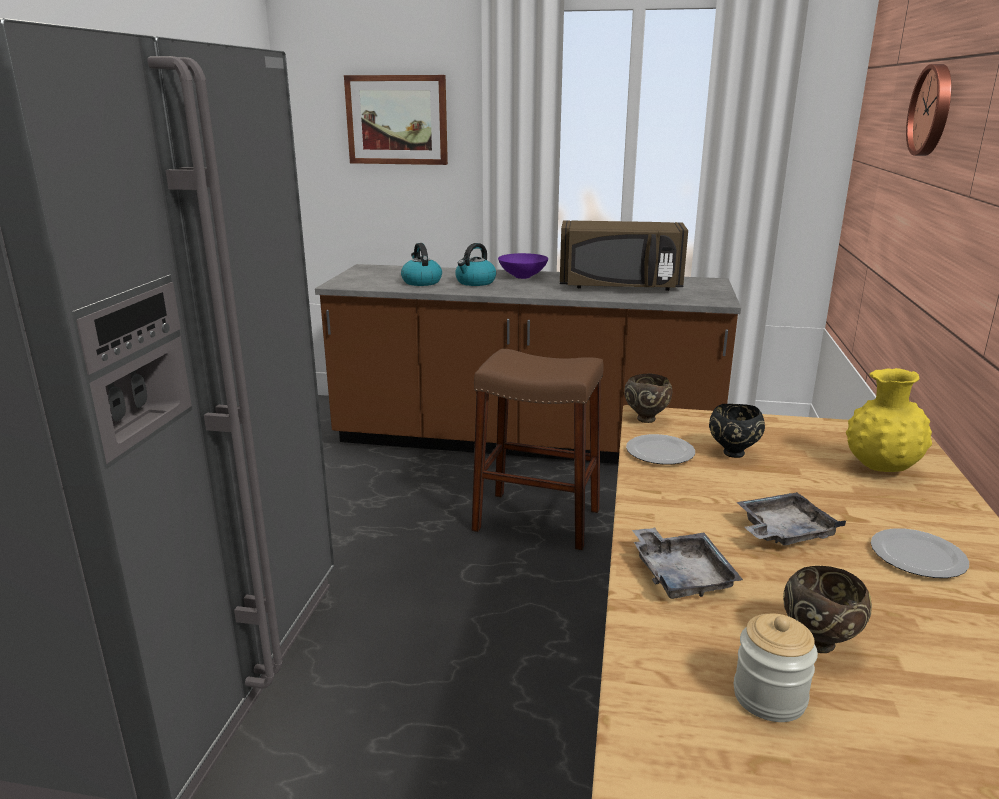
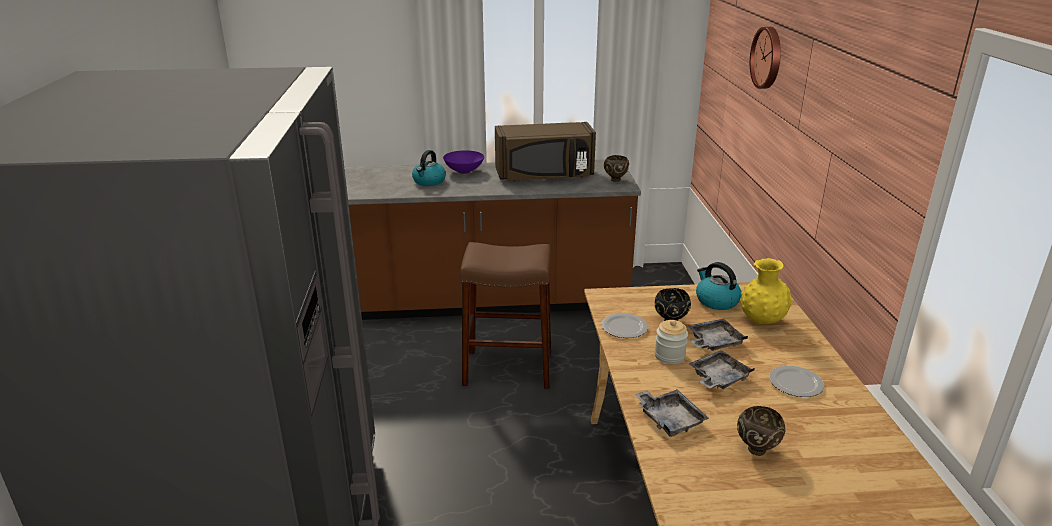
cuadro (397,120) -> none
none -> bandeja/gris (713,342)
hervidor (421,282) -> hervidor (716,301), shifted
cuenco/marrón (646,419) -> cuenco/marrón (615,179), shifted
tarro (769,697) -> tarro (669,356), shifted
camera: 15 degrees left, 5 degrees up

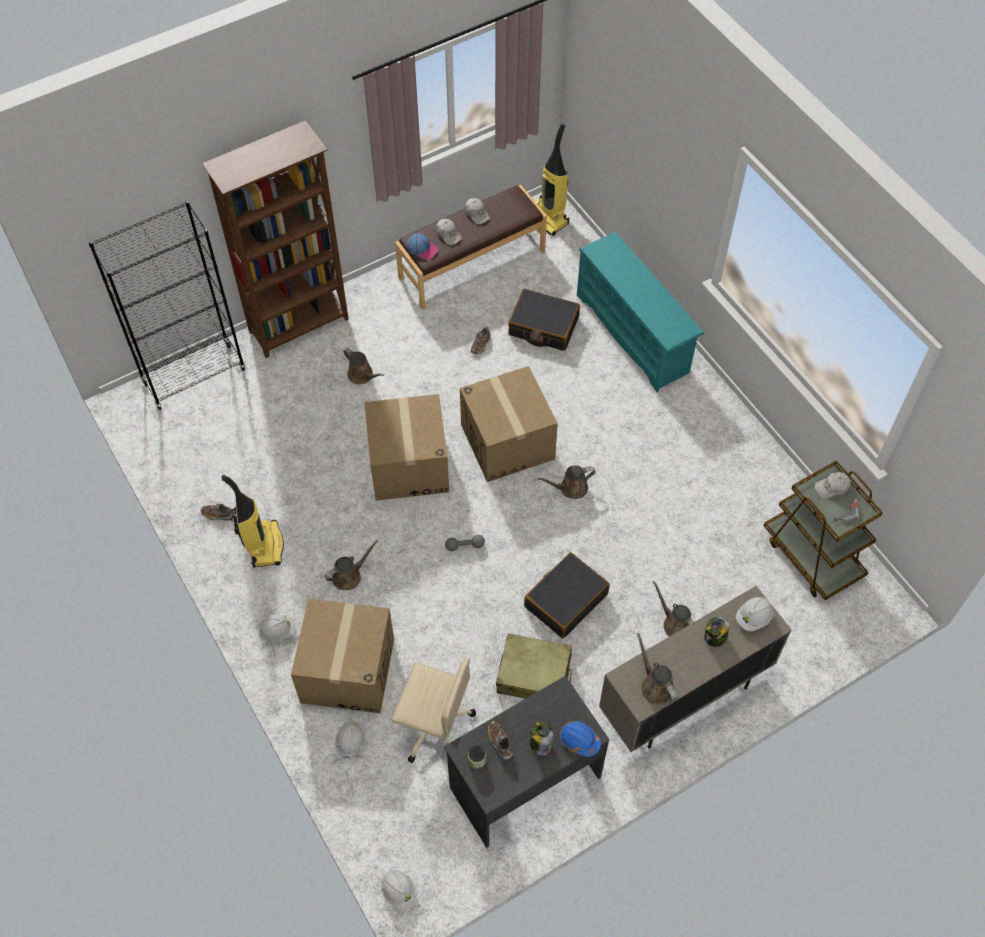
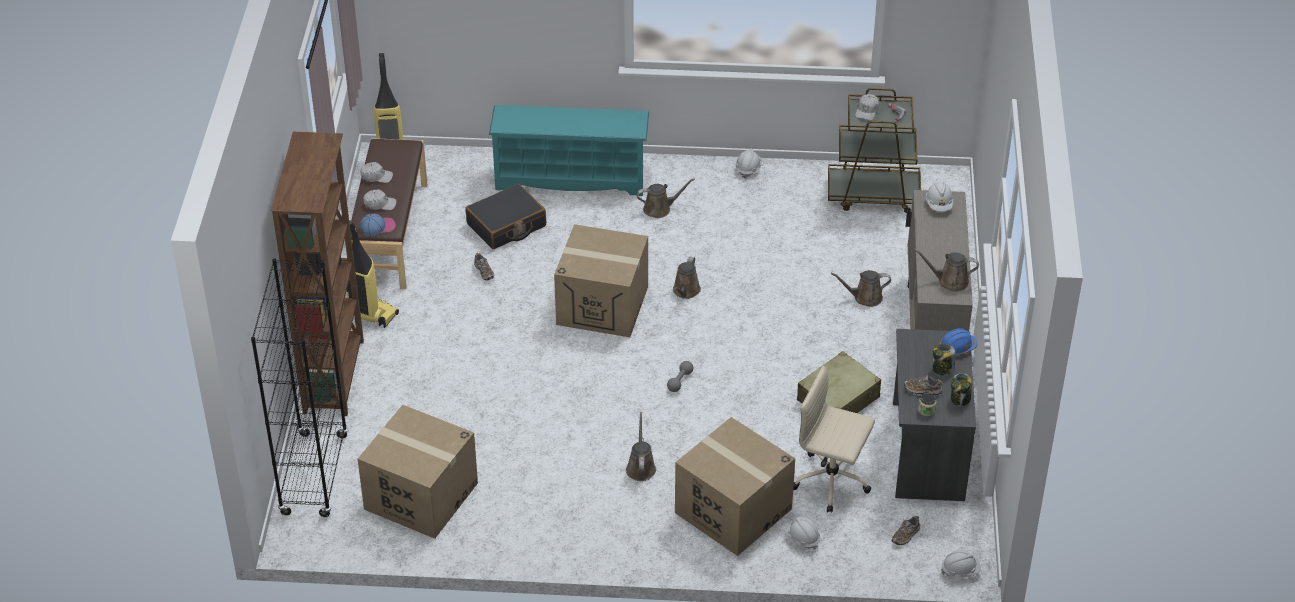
maleta/negro (565,600) -> none
zapato (218,514) -> zapato (905,535), shifted
aspiradora (264,545) -> aspiradora (369,314), shifted
casco/blanco (278,631) -> casco/blanco (748,169), shifted
regadera/marrón (362,375) -> regadera/marrón (660,209), shifted
caja de cartón (408,465) -> caja de cartón (420,496), shifted
tarro (715,638) -> tarro (960,399), shifted
silla de oficina/beis (434,726) -> silla de oficina/beis (832,481), 120 degrees counterclockwise
camera: 55 degrees left, 15 degrees down

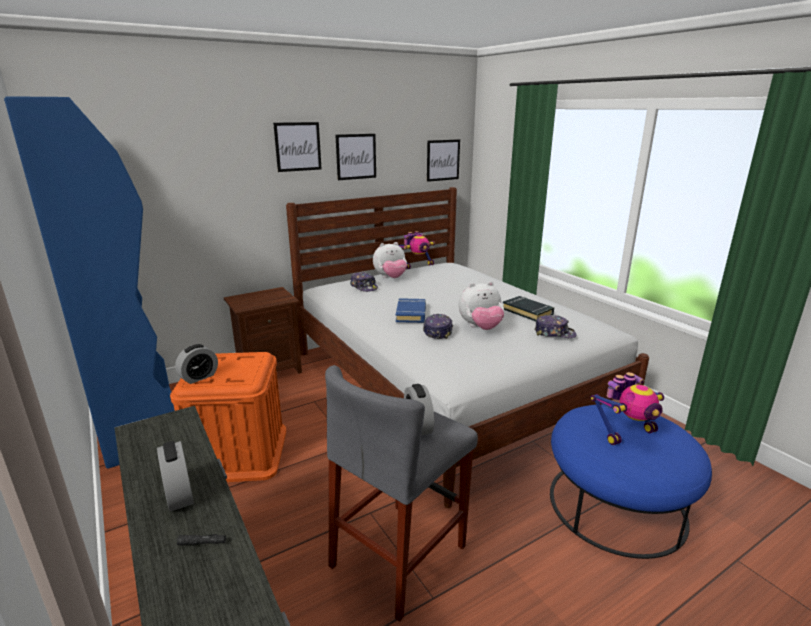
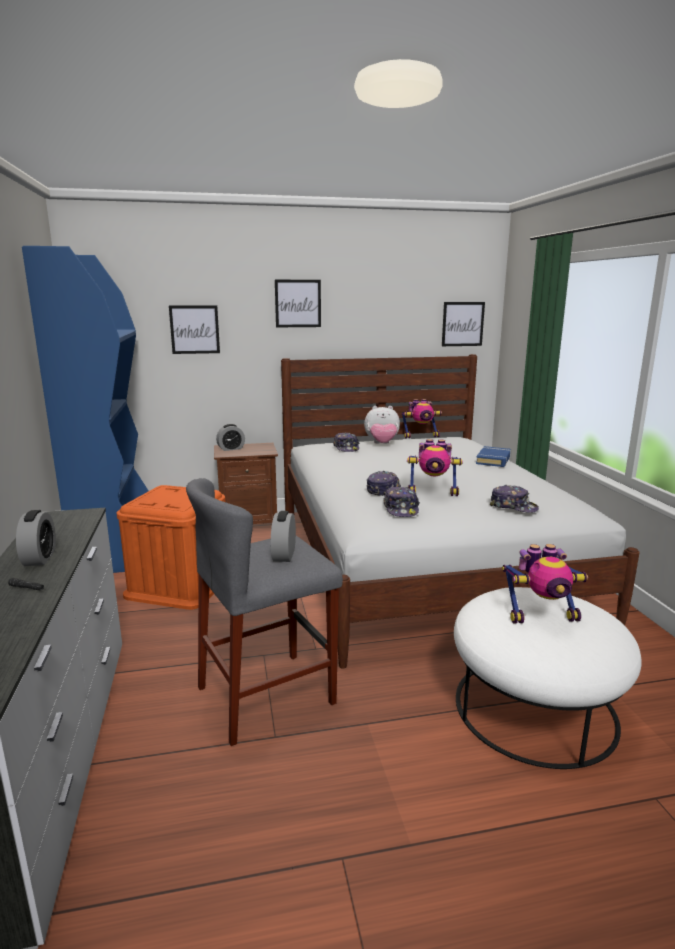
libro/negro (527,312) -> none
none -> gorra (401,509)
despertador (199,377) -> despertador (231,449), shifted
cuadro (356,156) -> cuadro (194,329), shifted
libro/azul (411,314) -> libro/azul (493,460), shifted
peluche (480,328) -> robot de juguete (433,492)
puf/azul (616,504) -> puf/blanco (534,708)
camera: 20 degrees right, 5 degrees down

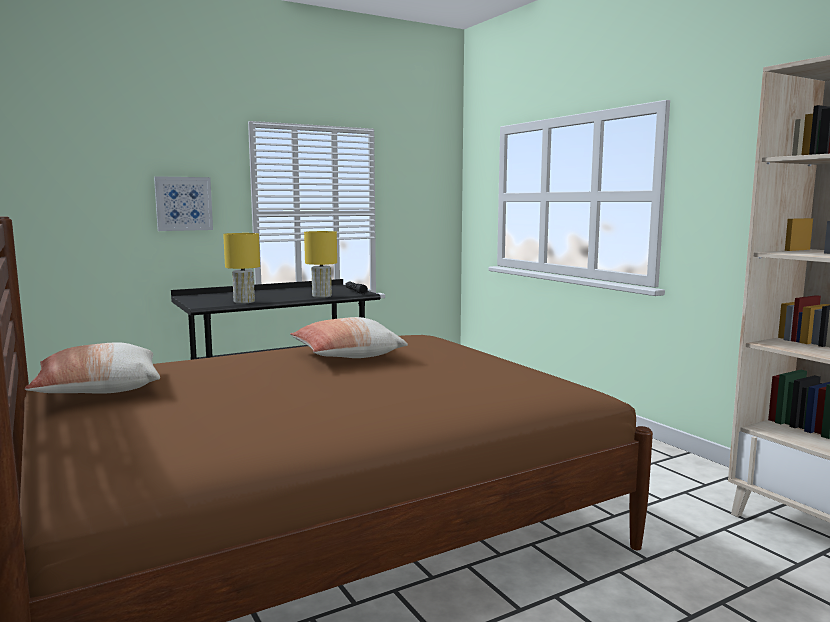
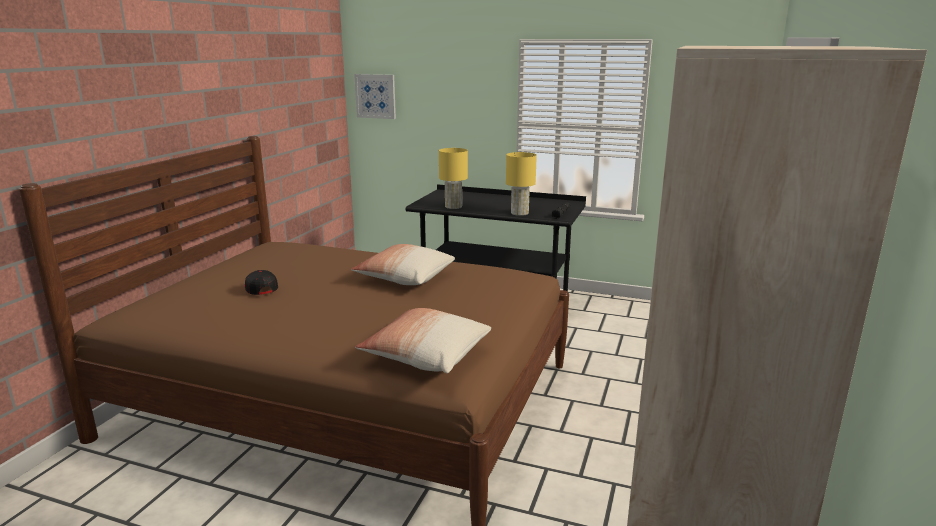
none -> gorra/negro (260,288)
cojín (98,390) -> cojín (426,356), shifted
cuadro (183,203) -> cuadro (375,96), shifted
camera: 50 degrees right, 10 degrees up

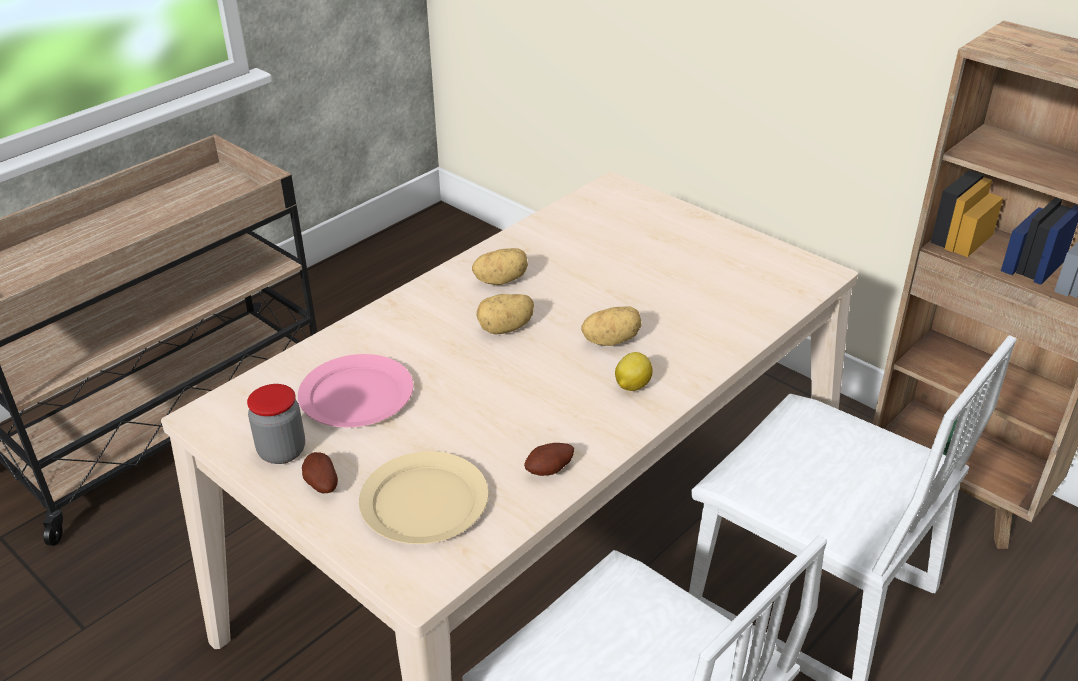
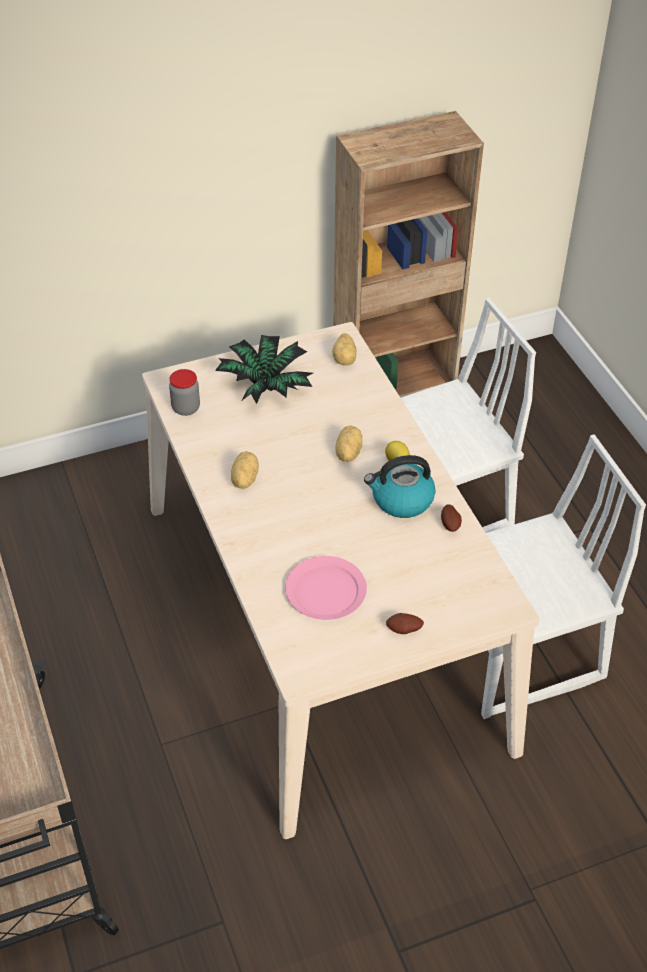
plato/beis (425,502) -> none
none -> planta en maceta (265,386)
none -> hervidor (401,500)
tarro (282,451) -> tarro (186,408), shifted
patata (506,329) -> patata (345,359), shifted
camera: 65 degrees left, 10 degrees up

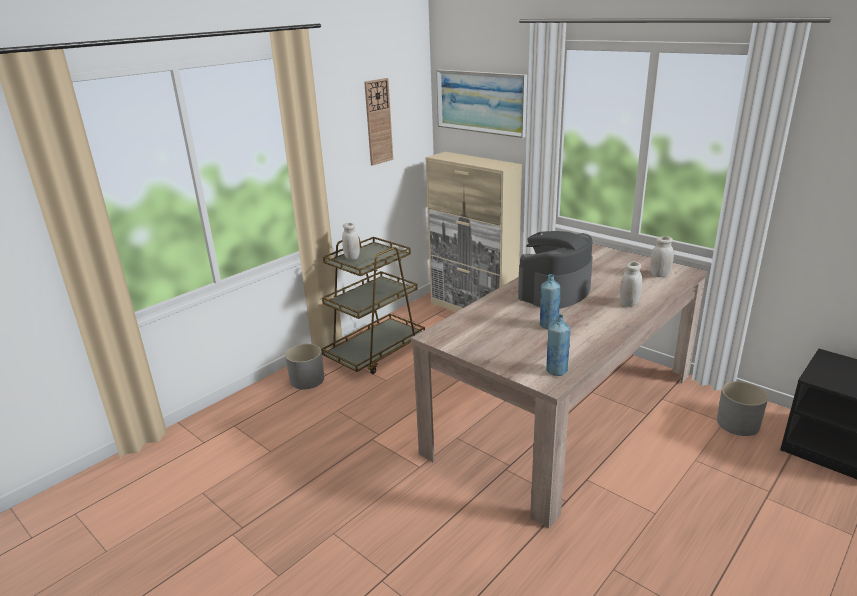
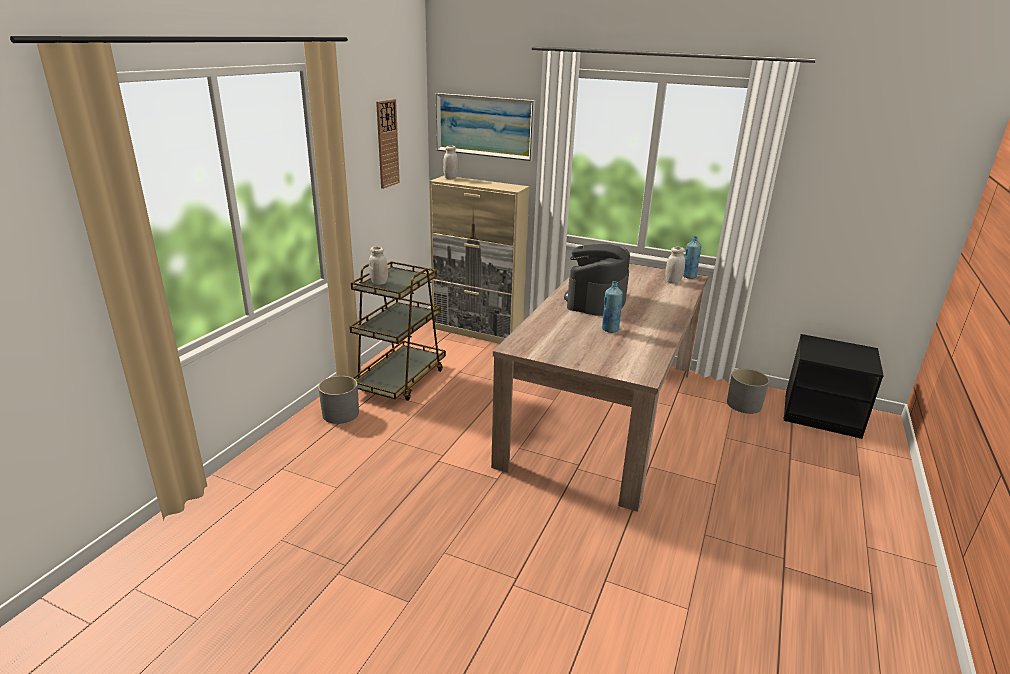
botella/azul (556,371) -> botella/azul (689,276), shifted
tarro/blanco (629,303) -> tarro/blanco (451,178), shifted
camera: 20 degrees left, 0 degrees up

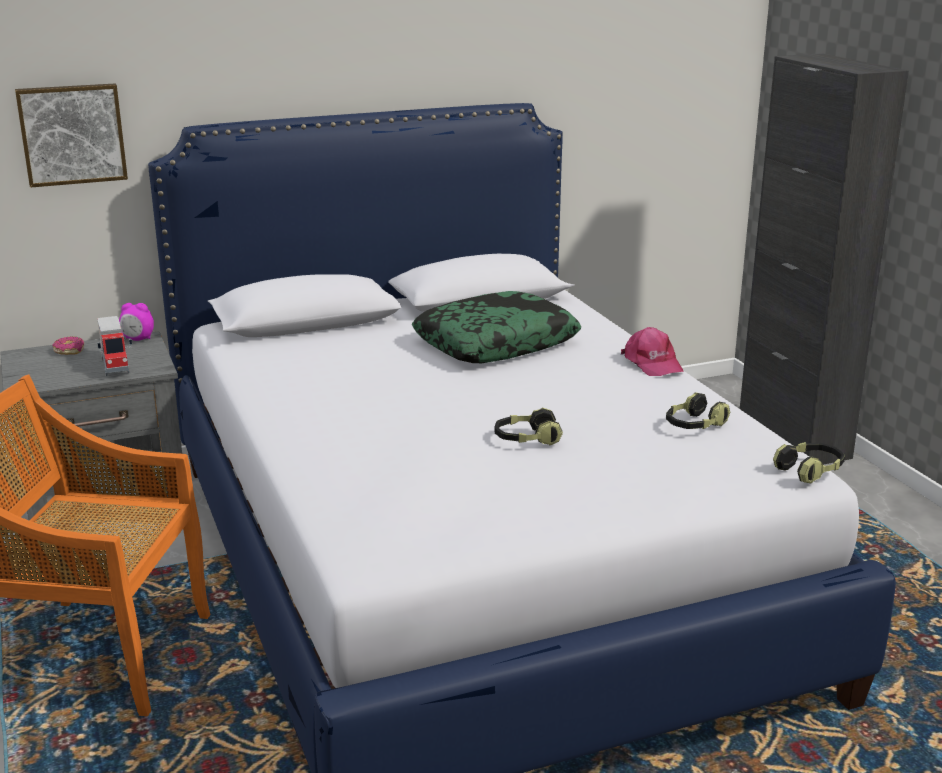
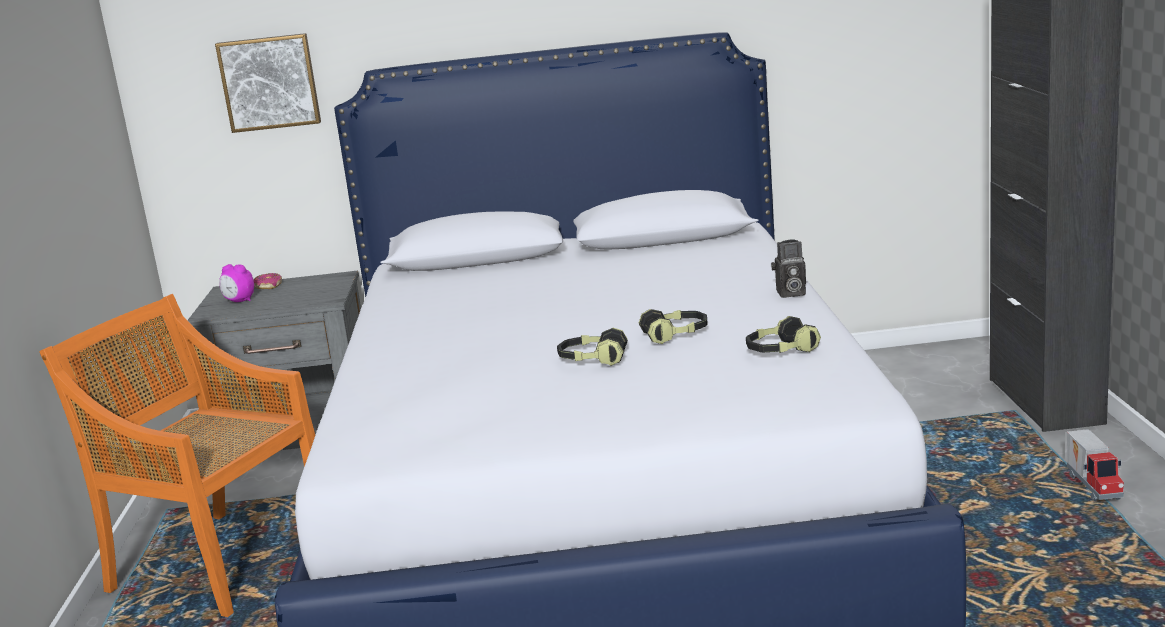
cojín (496,343) -> none
camión de juguete (117,365) -> camión de juguete (1095,487), shifted
despertador (138,339) -> despertador (239,301), shifted
auriculares (810,471) -> auriculares (676,335), shifted
gorra/rosa (652,363) -> cámara (789,293)
camera: 20 degrees right, 5 degrees down

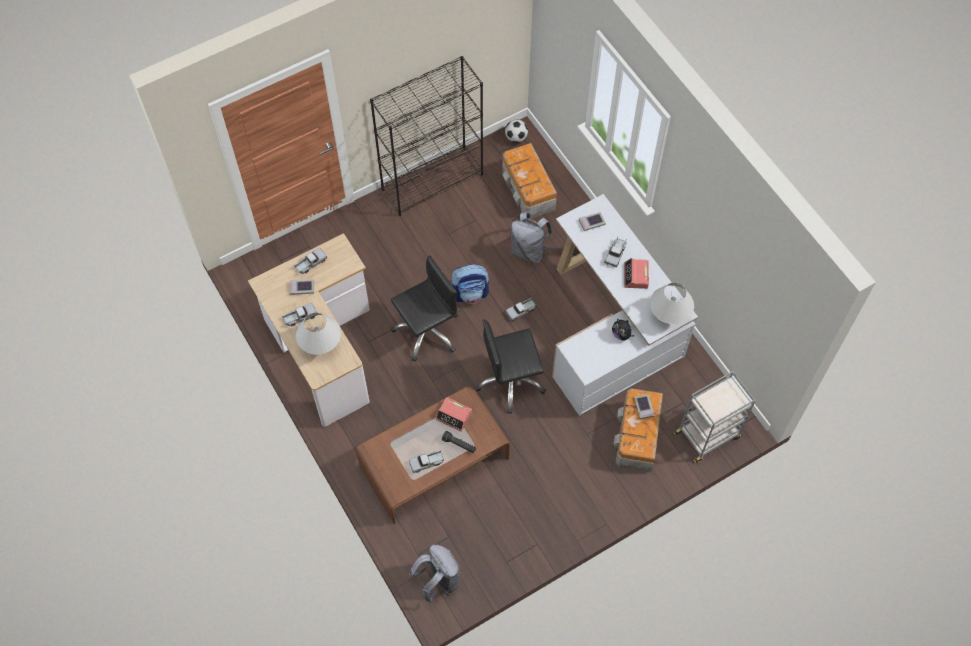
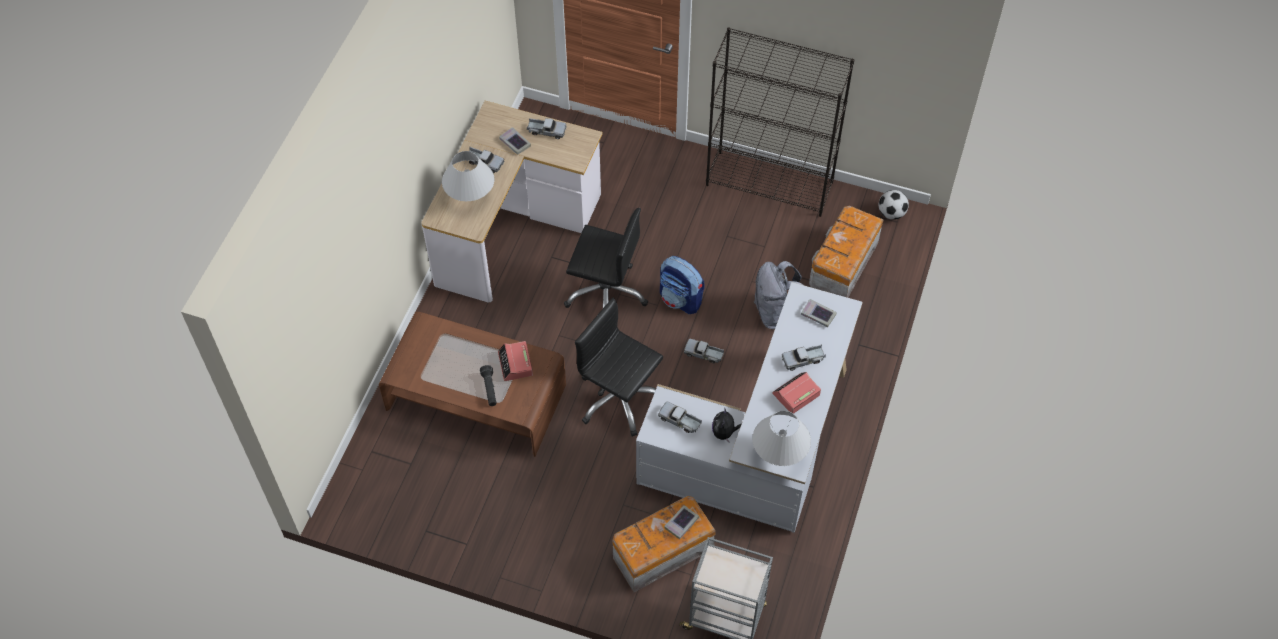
mochila/gris (438,581) -> none
camión de juguete (426,462) -> camión de juguete (680,420), shifted
camera: 50 degrees right, 5 degrees down

